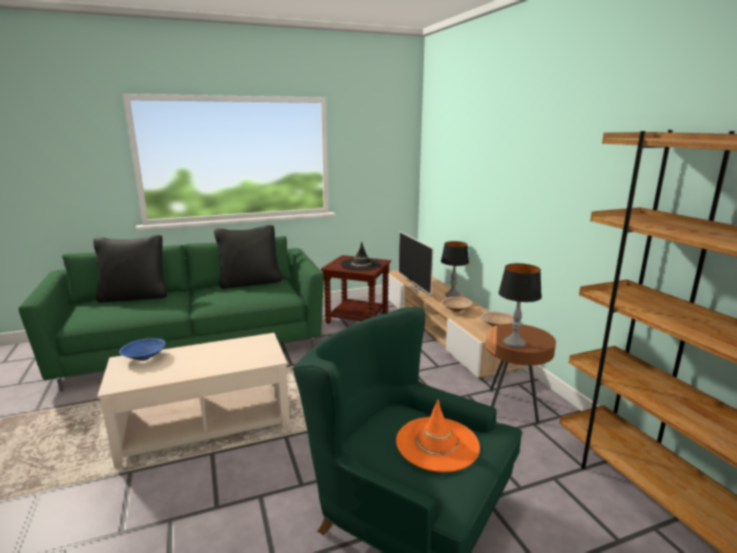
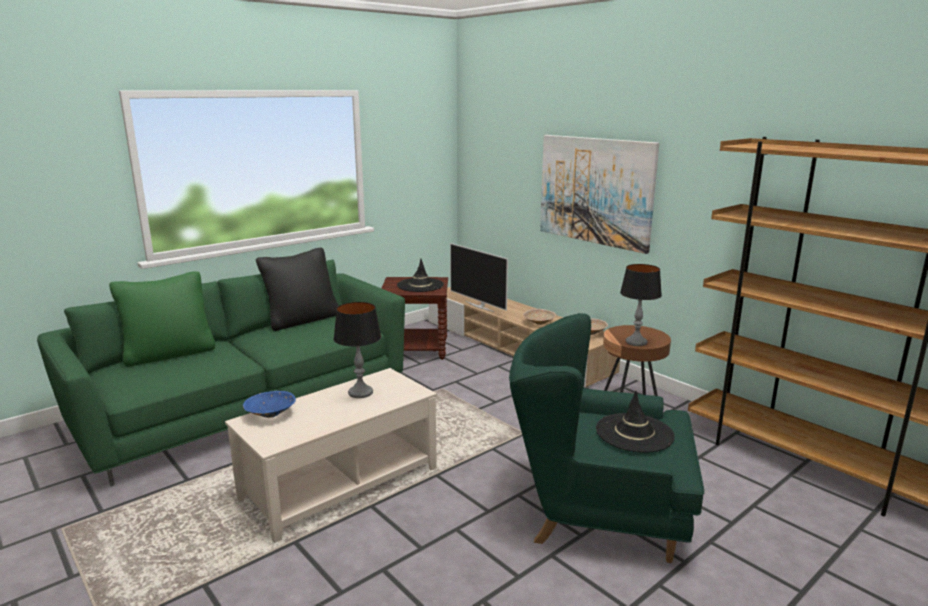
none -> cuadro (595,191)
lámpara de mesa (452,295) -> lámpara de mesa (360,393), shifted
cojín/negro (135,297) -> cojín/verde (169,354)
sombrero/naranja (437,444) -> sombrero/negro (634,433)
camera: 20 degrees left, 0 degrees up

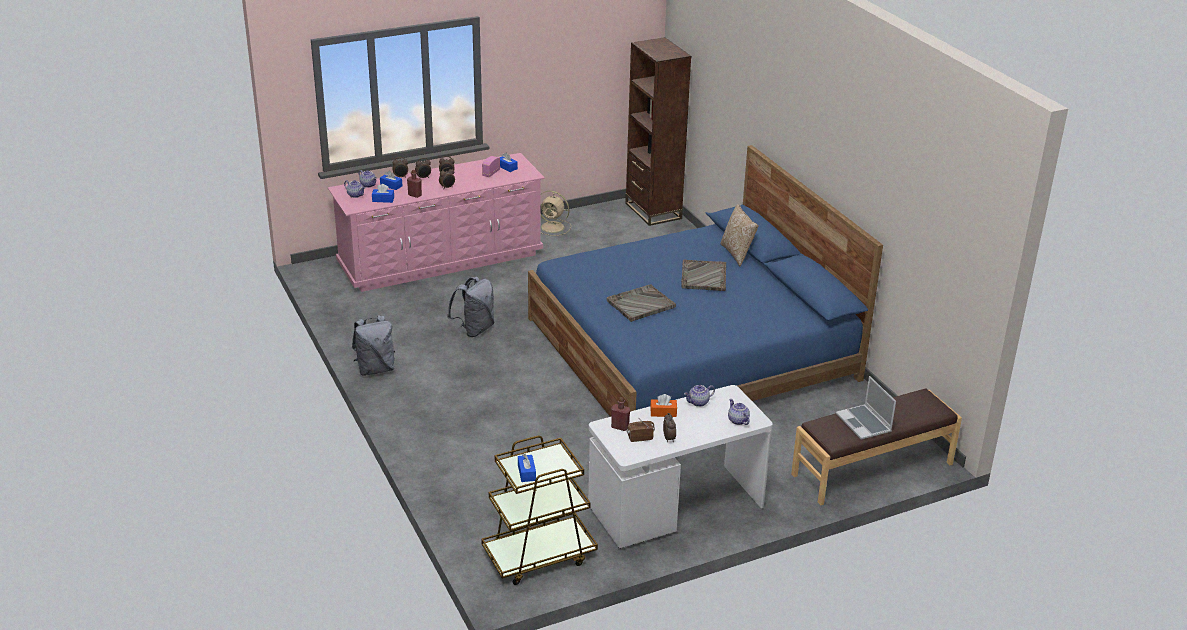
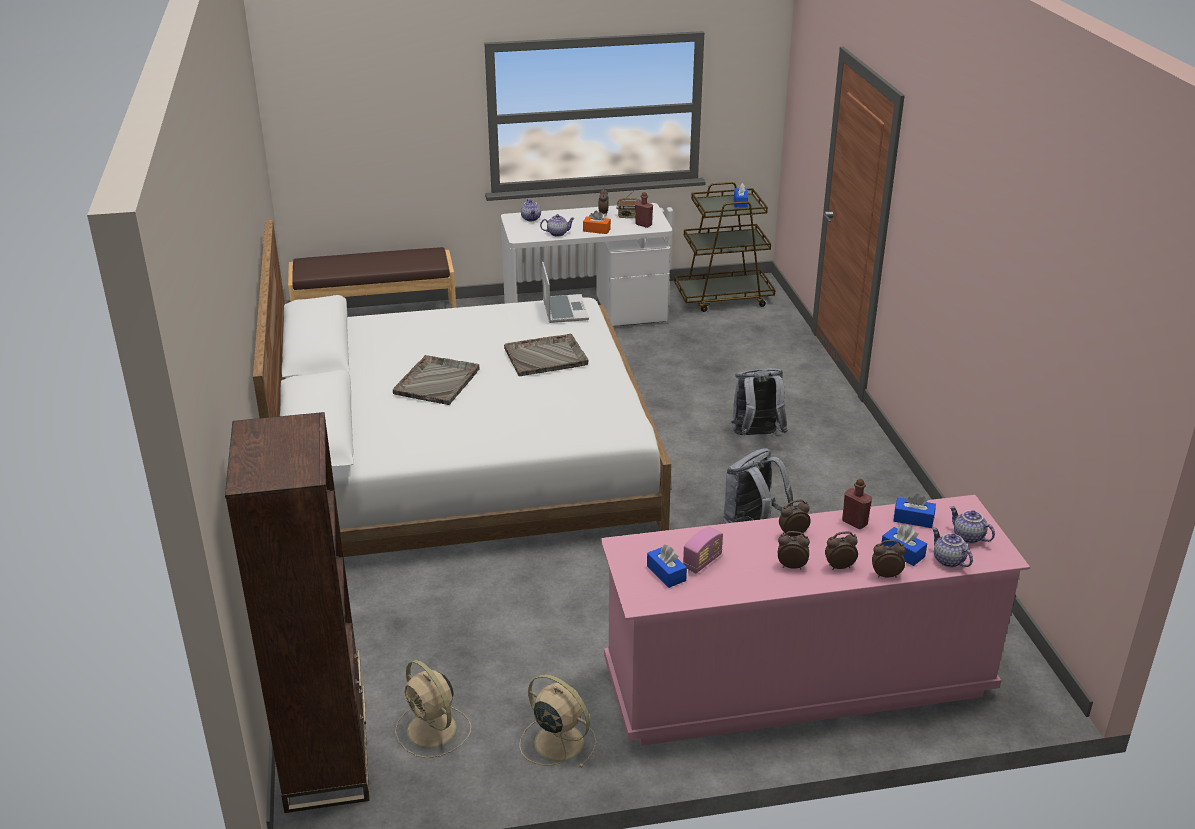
cojín (737,254) -> none
none -> ventilador/beis (433,731)
mochila/gris (375,369) -> mochila/gris (756,436), shifted
portátil (864,423) -> portátil (564,310), shifted
cama/azul (691,349) -> cama/blanco (463,459)
camera: 165 degrees left, 0 degrees up

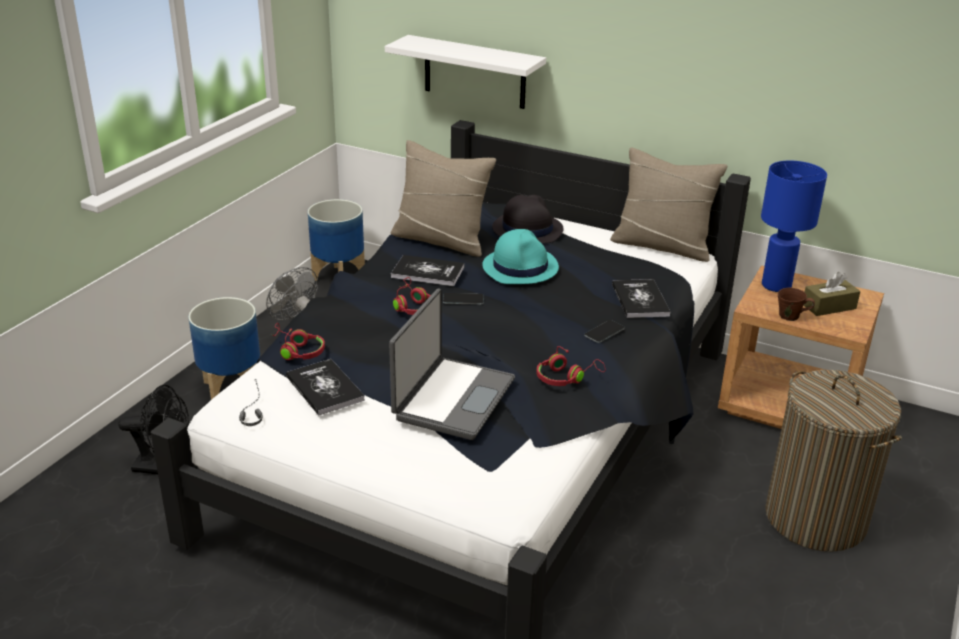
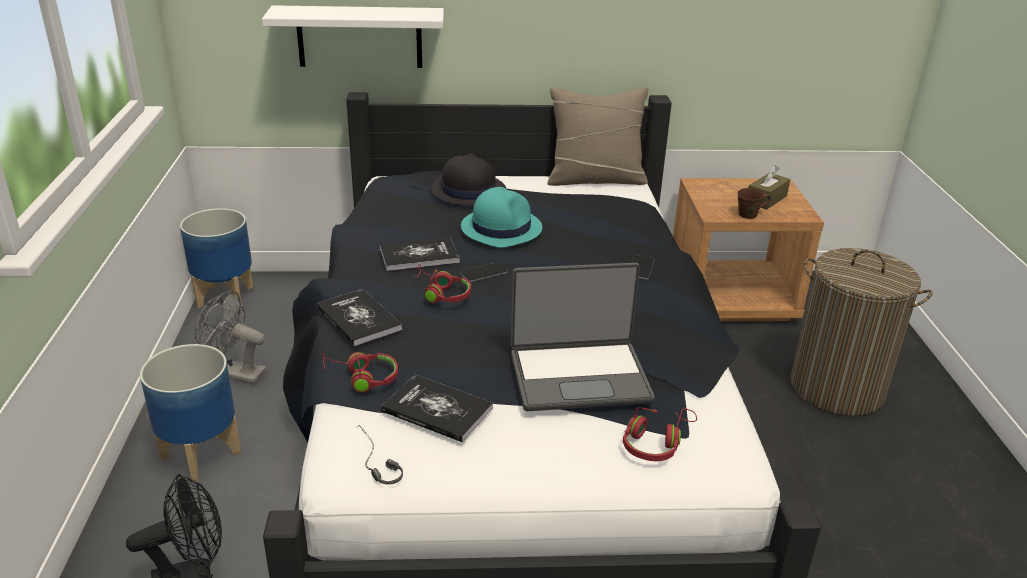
cojín/beis (441,240) -> none
lámpara de mesa/azul (777,286) -> none
auriculares/rojo (566,377) -> auriculares/rojo (656,442), shifted
libro (640,300) -> libro (358,319), shifted
portátil (452,398) -> portátil (579,376), 90 degrees clockwise
camera: 30 degrees left, 0 degrees up

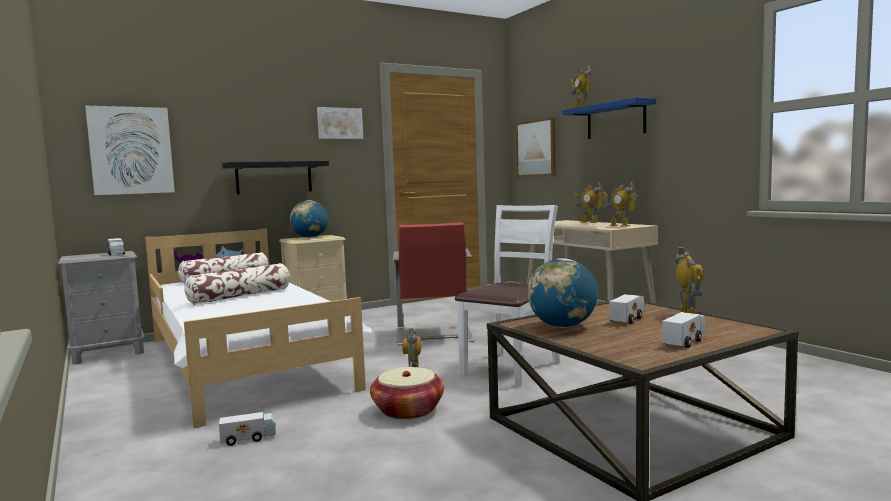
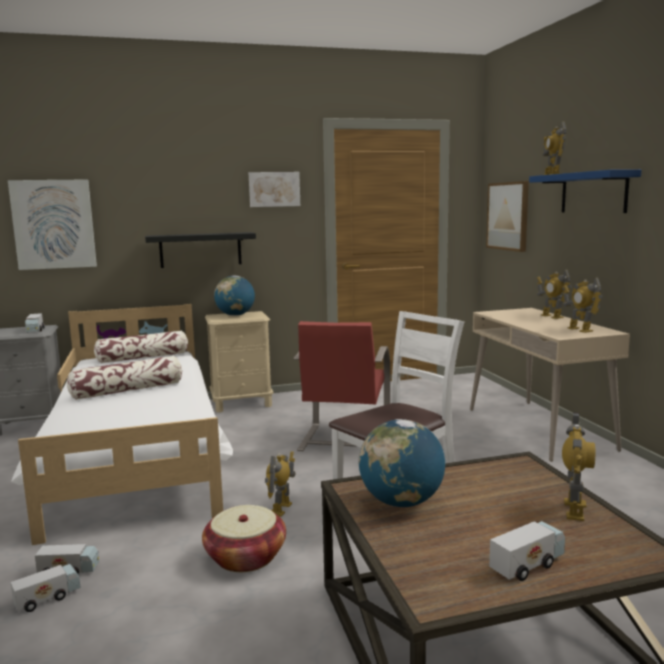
camión de juguete (627,319) -> camión de juguete (48,598), shifted
camera: 15 degrees right, 5 degrees up

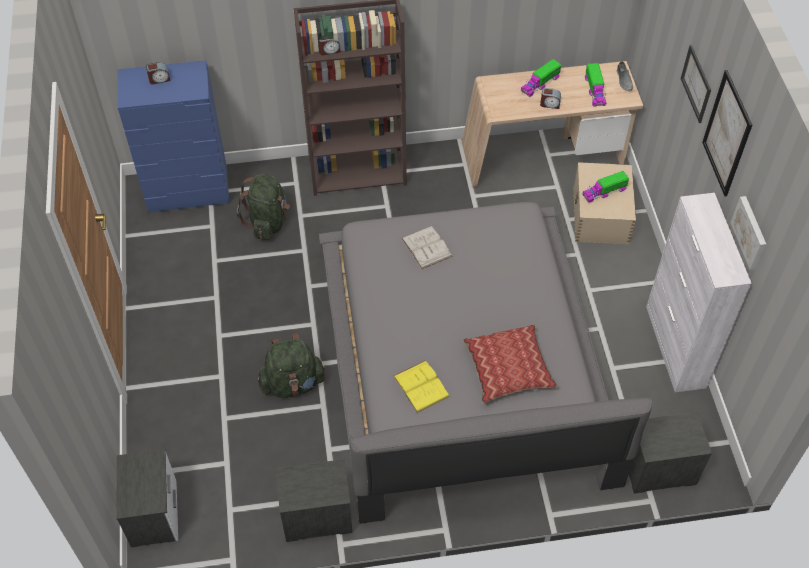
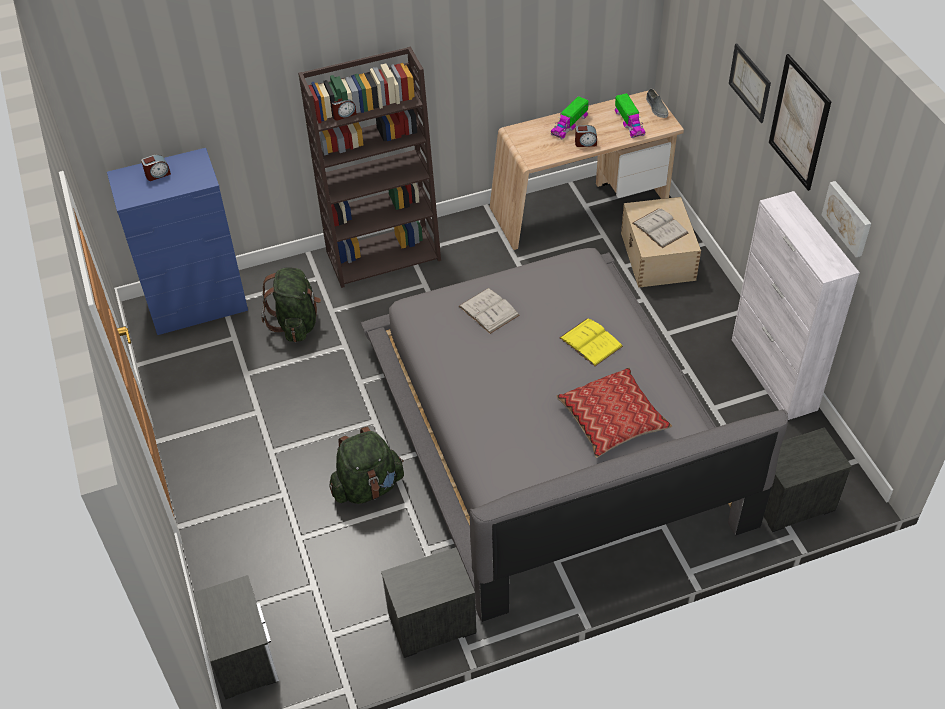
libro/amarillo (421,386) -> libro/amarillo (591,342), shifted
camión de juguete (604,192) -> libro/blanco (660,228)
camera: 10 degrees left, 5 degrees down

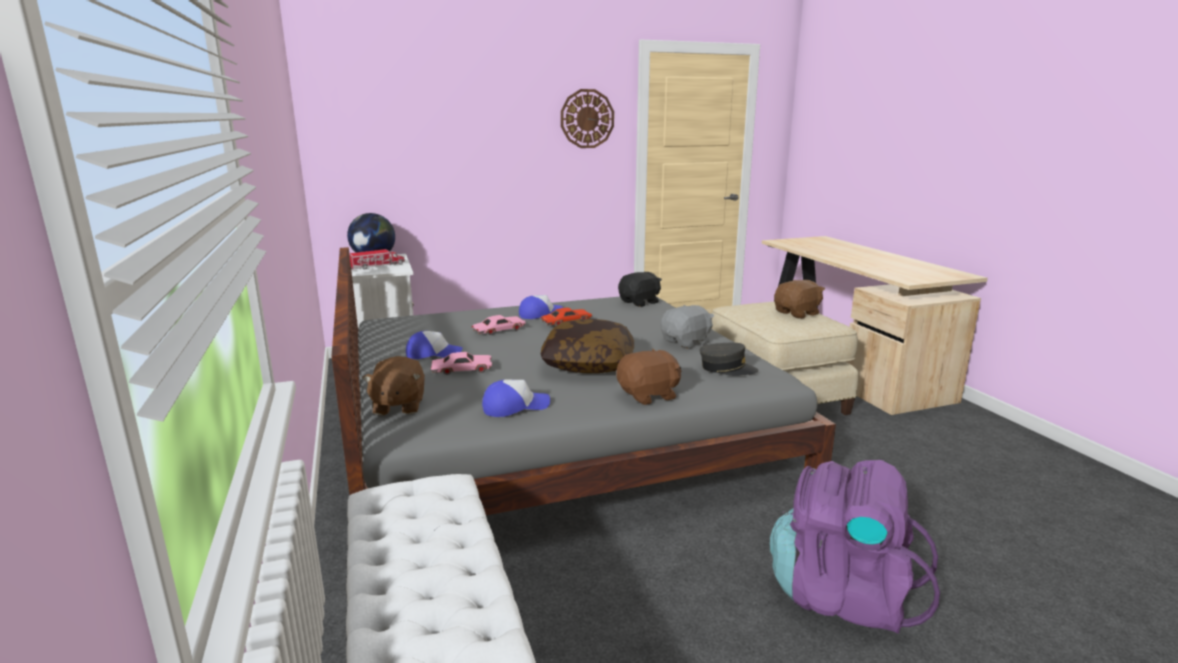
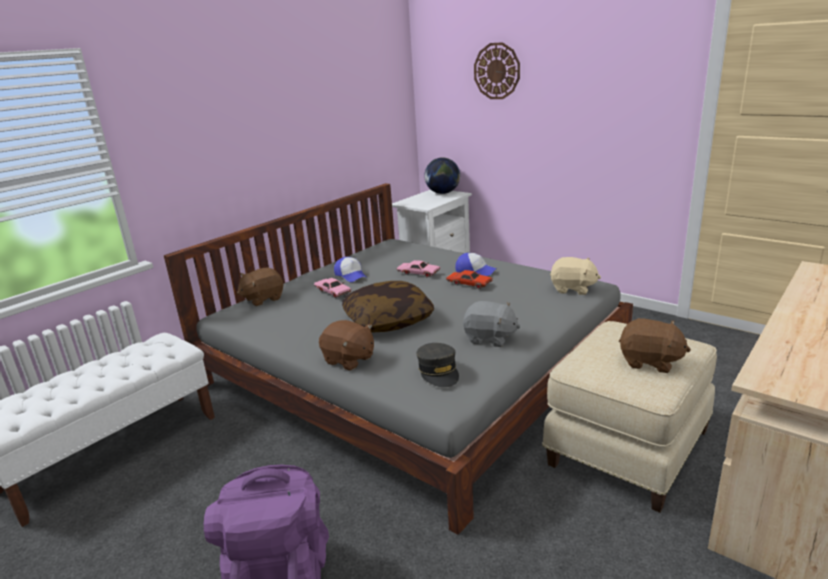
camión de juguete (377,266) -> none
gorra (515,407) -> none
reloj de pared (587,118) -> reloj de pared (497,71), shifted
peluche/negro (640,302) -> peluche/beis (573,289)
camera: 60 degrees right, 5 degrees up

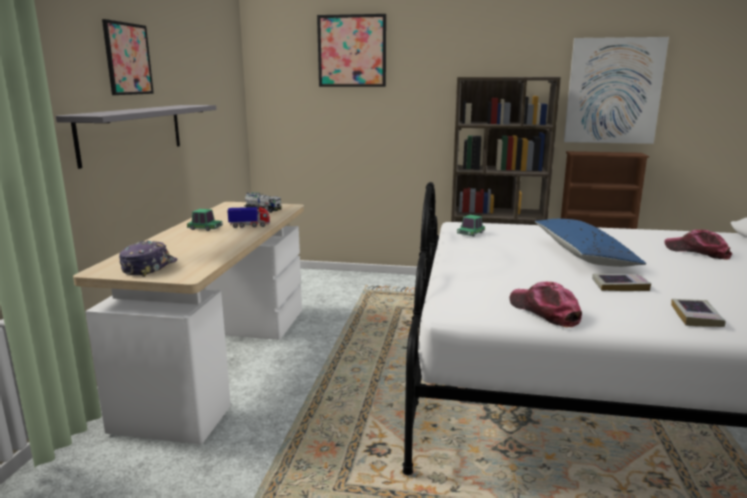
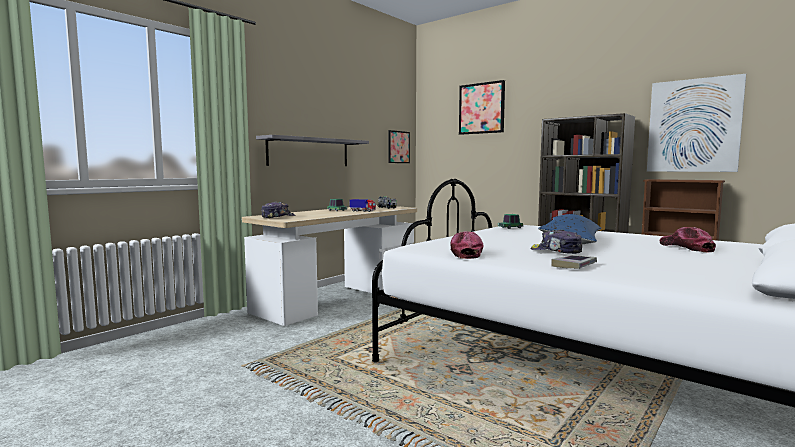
cuadro (128,59) -> cuadro (398,147), shifted
libro (620,286) -> gorra (556,251)
camera: 30 degrees right, 10 degrees down

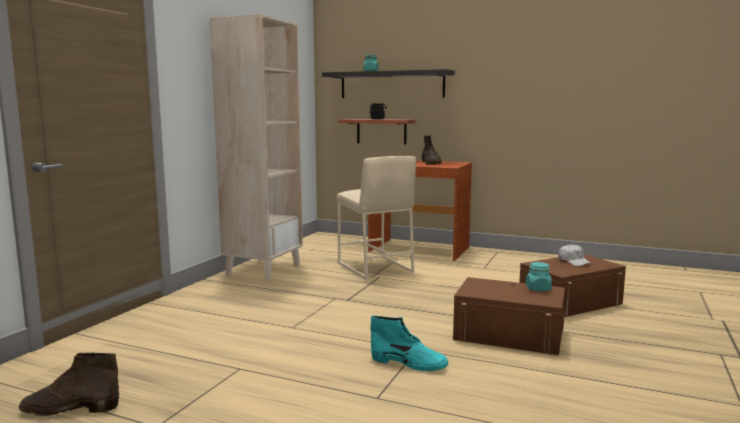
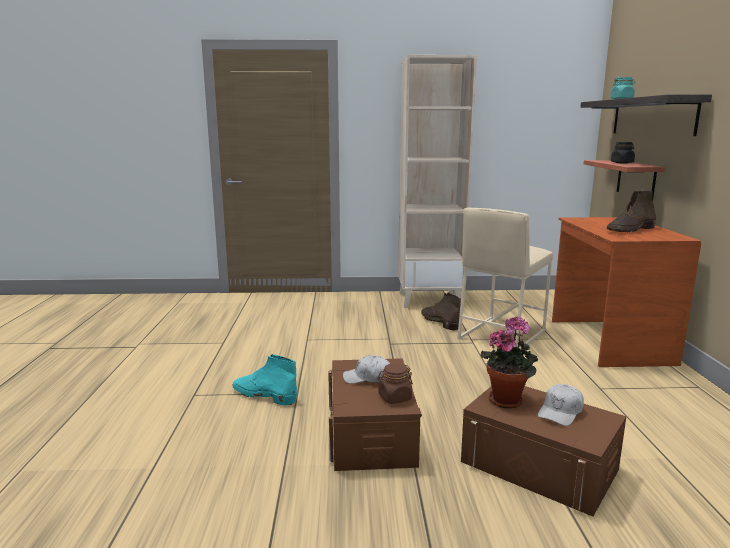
none -> gorra/blanco (368,378)
none -> planta en maceta (507,400)
bota/marrón (69,409) -> bota/marrón (439,322), shifted
tarro/turquesa (538,289) -> tarro/marrón (394,398)
bota/turquesa (409,363) -> bota/turquesa (263,395), 120 degrees clockwise
camera: 65 degrees right, 5 degrees up

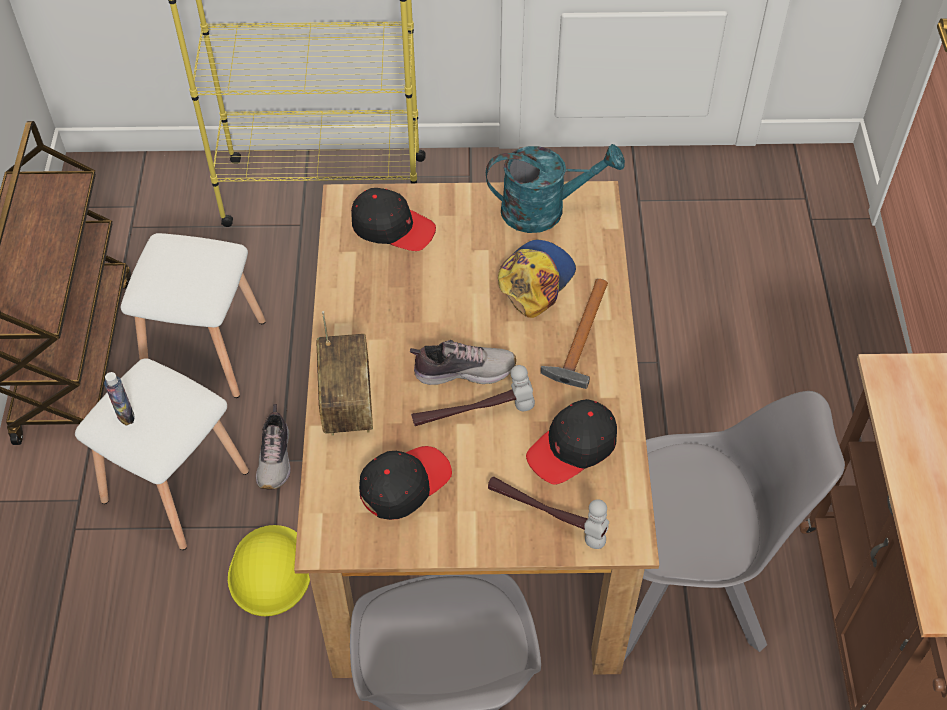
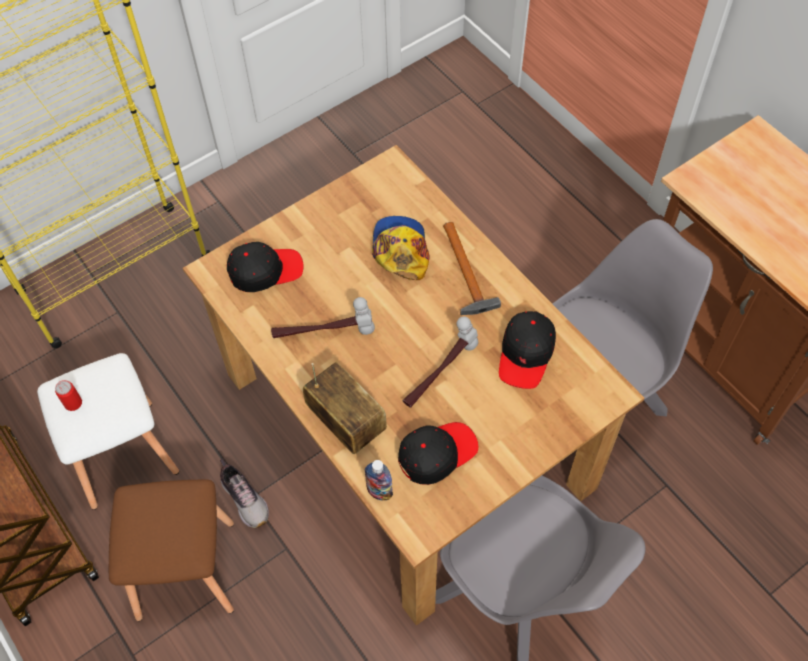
casco/amarillo (269,571) -> none
zapato (463,370) -> none
regadera/turquesa (545,210) -> none
none -> lata (73,403)
botella (125,415) -> botella (379,492), shifted
martillo (547,515) -> martillo (324,332), shifted
taburete/blanco (176,484) -> taburete/marrón (185,568)
gorra/negro (404,484) -> gorra/negro (436,453), 45 degrees clockwise
camera: 35 degrees left, 5 degrees up

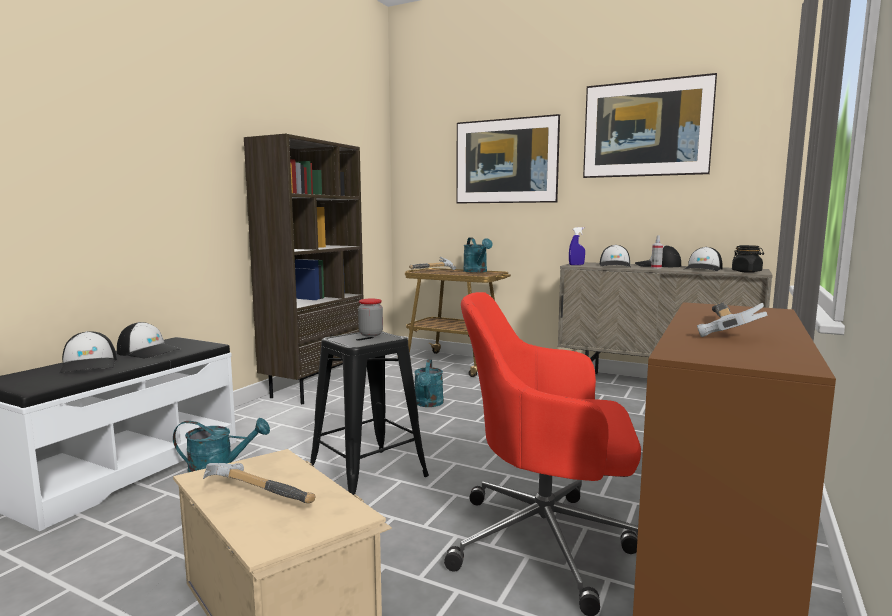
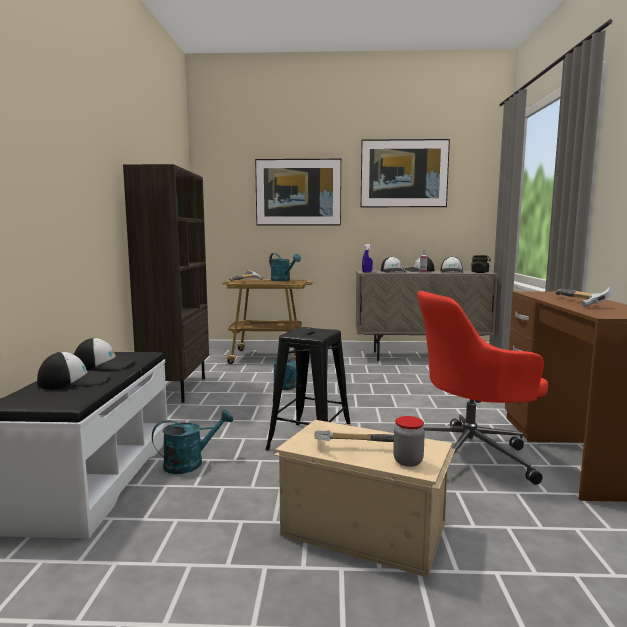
tarro (371,334) -> tarro (408,461), shifted
gorra (89,365) -> gorra (75,381), 60 degrees counterclockwise
camera: 25 degrees left, 0 degrees up

